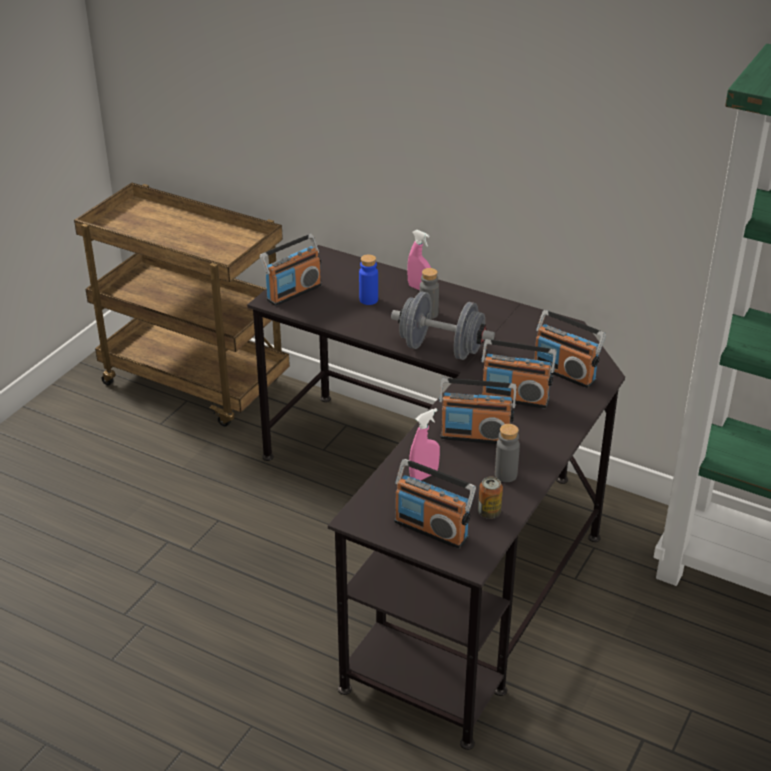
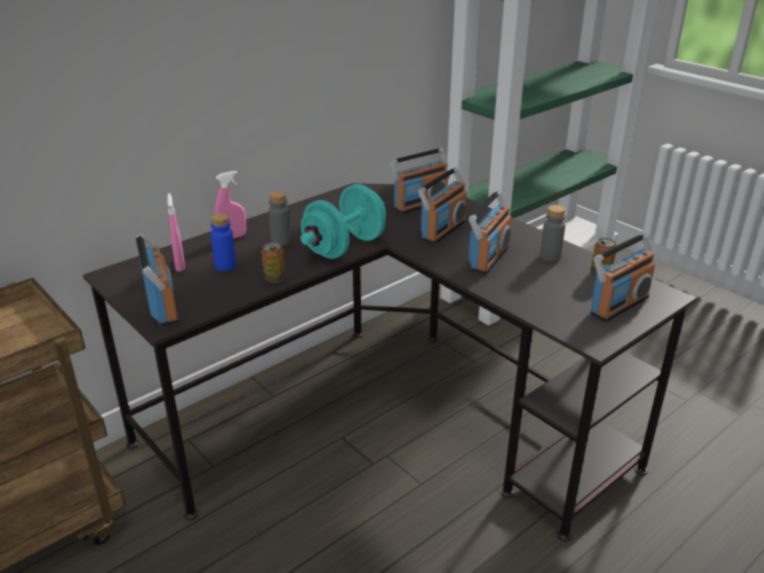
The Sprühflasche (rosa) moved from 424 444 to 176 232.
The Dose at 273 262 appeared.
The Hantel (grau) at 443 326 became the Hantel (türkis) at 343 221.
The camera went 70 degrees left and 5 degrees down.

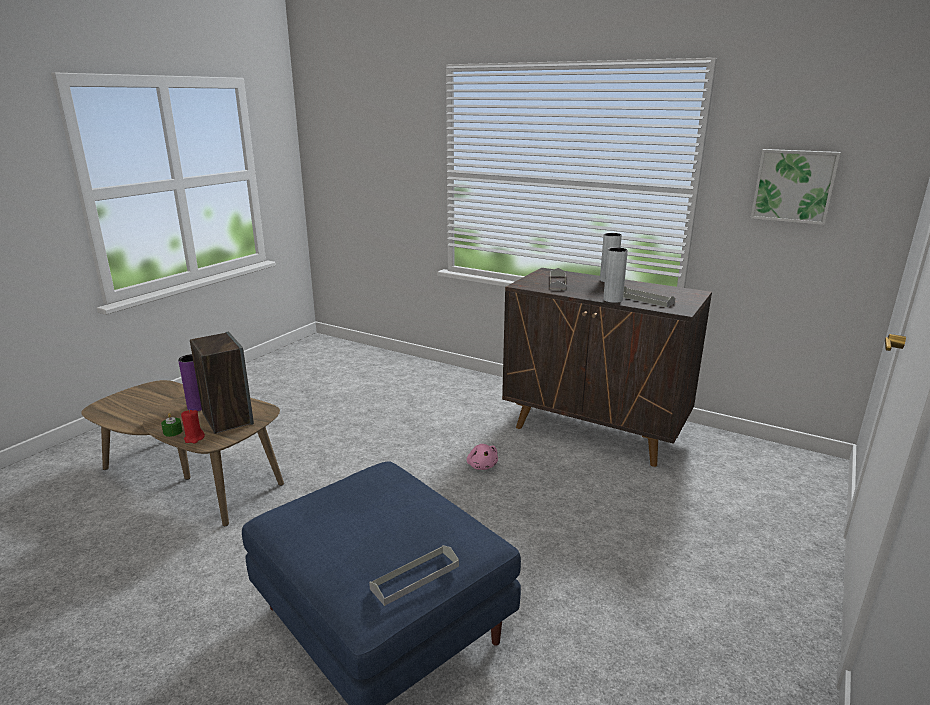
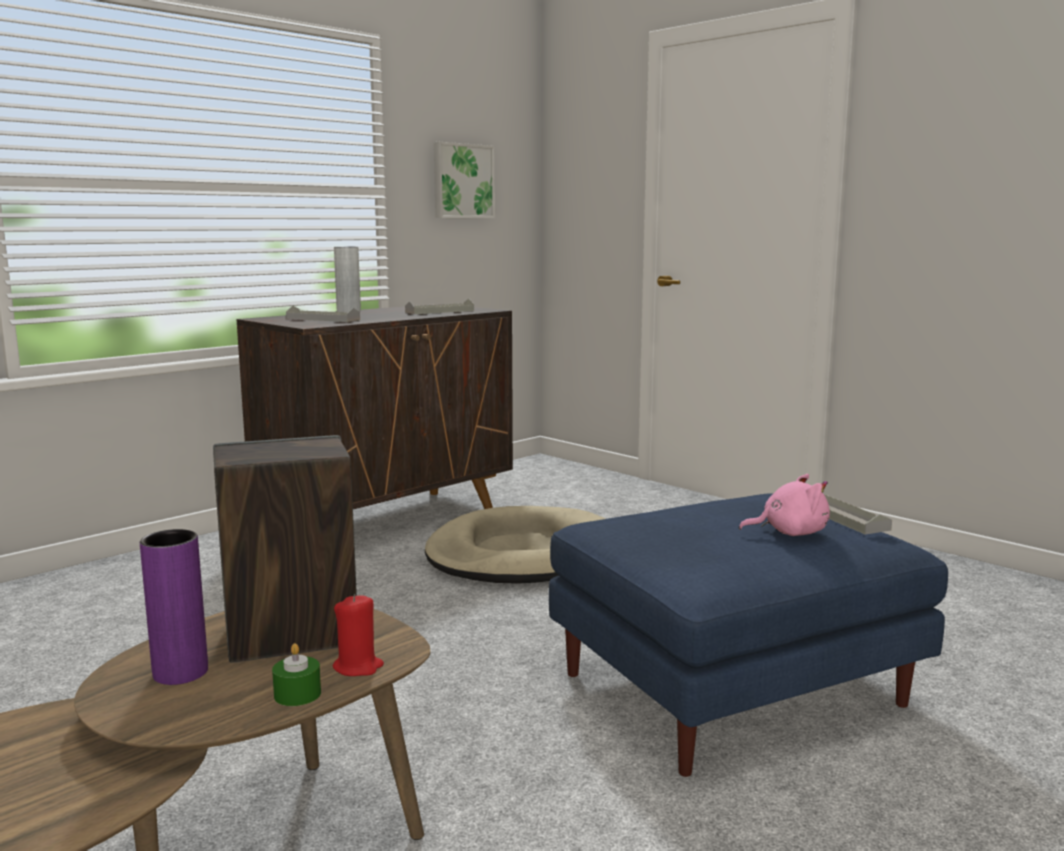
The Hundebett (beige) at 515 545 appeared.
The Plüschtier (rosa) moved from 482 457 to 784 505.
The Vase (grau) at 615 275 disappeared.
The camera went 75 degrees left and 10 degrees down.

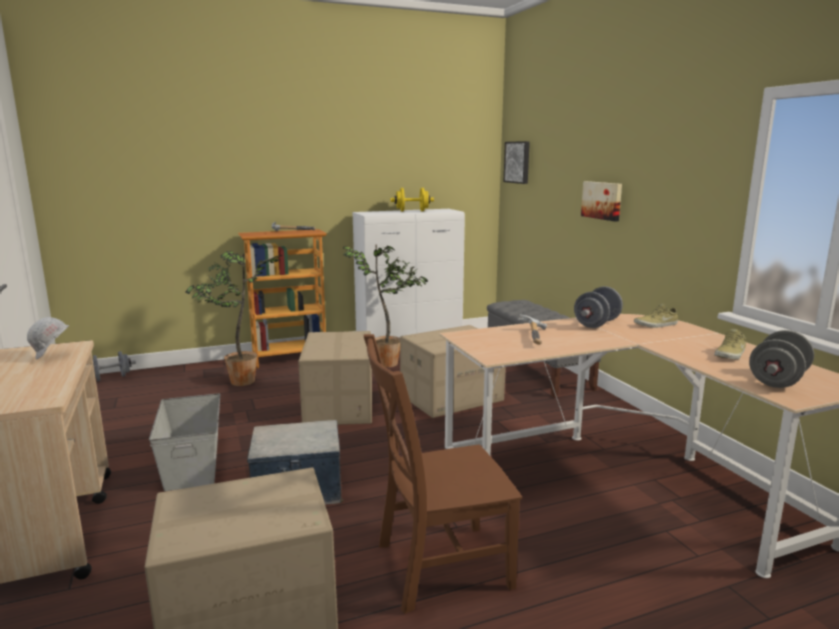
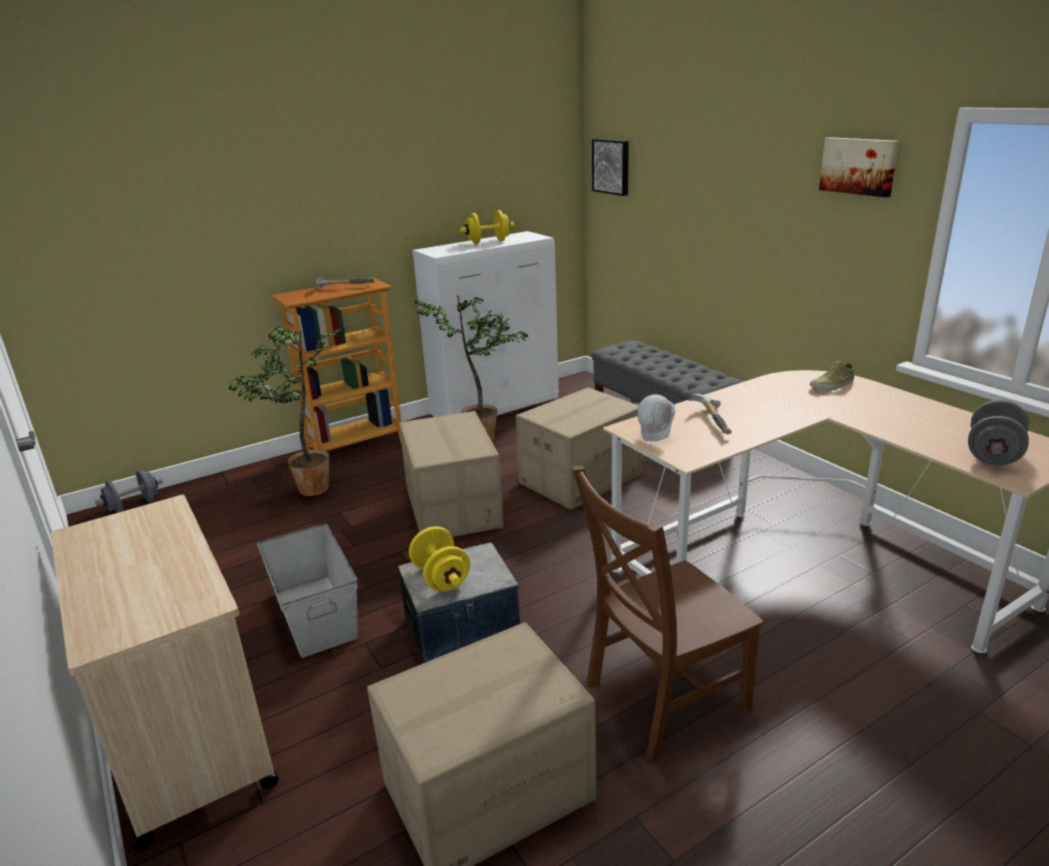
The Hantel (gelb) at 439 558 appeared.
The Schutzhelm (weiß) moved from 48 338 to 656 417.
The Bild moved from 601 201 to 859 167.
The Hantel (grau) at 598 307 disappeared.
The Schuh (beige) at 730 344 disappeared.
The camera went 10 degrees left and 10 degrees up.

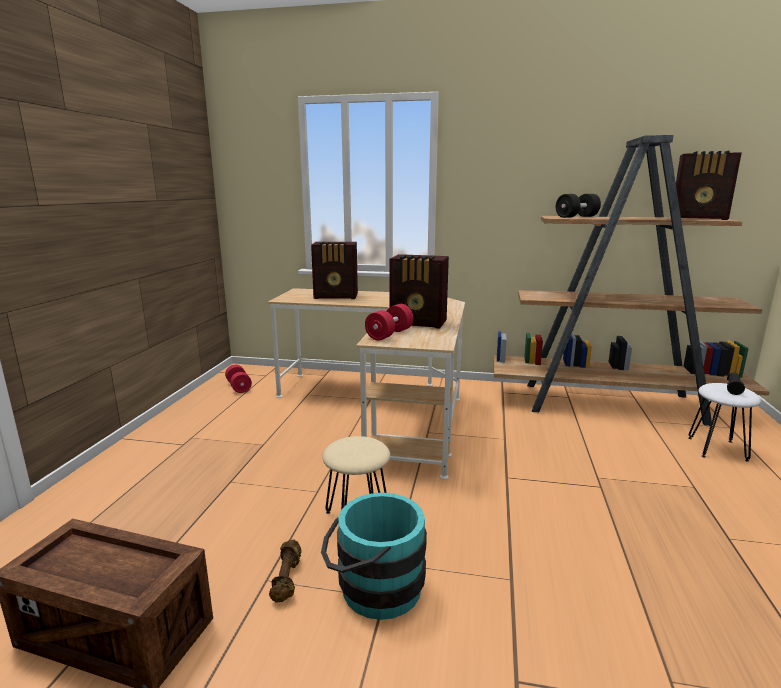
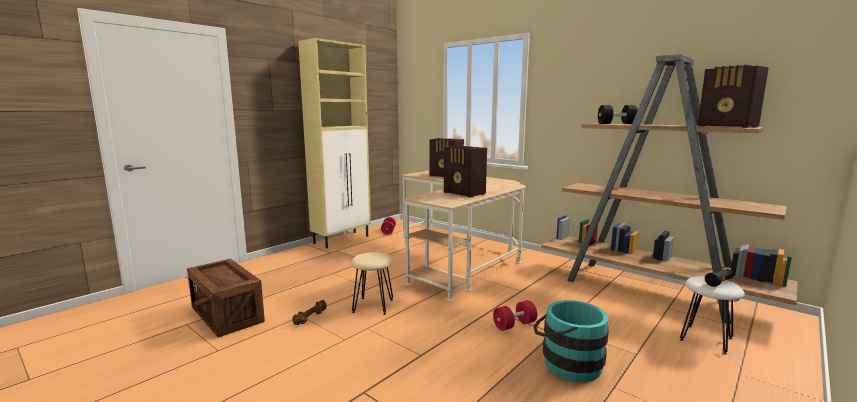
The Schrank (beige) at 334 143 appeared.
The Hantel (rot) moved from 389 322 to 515 315.
The Eimer (türkis) moved from 374 556 to 571 341.
The camera went 30 degrees right and 5 degrees down.

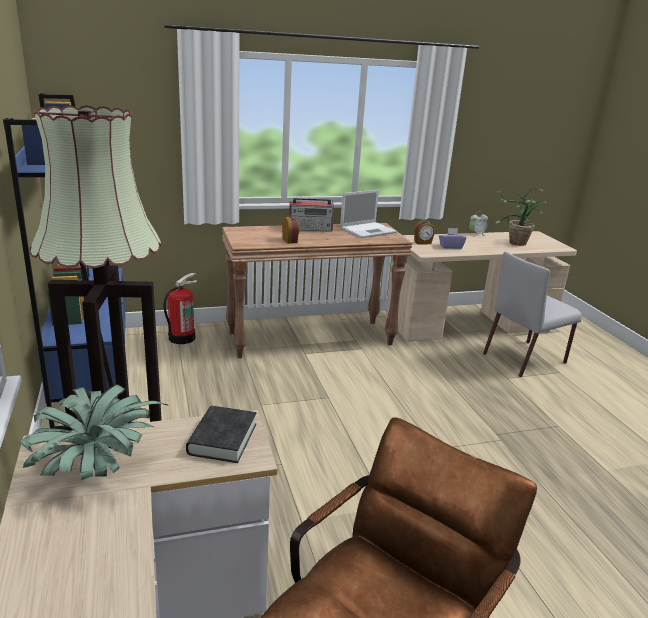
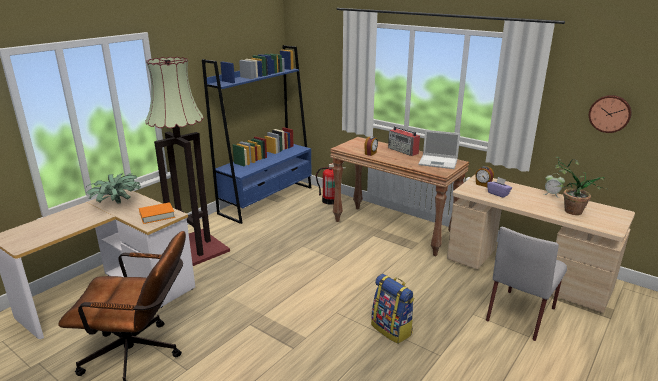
The Buch (schwarz) at 221 434 became the Buch (orange) at 157 213.
The Rucksack at 392 309 appeared.
The Stuhl (grau) at 532 314 turned 75 degrees counterclockwise.
The Wanduhr at 610 114 appeared.
The camera went 55 degrees right and 0 degrees up.

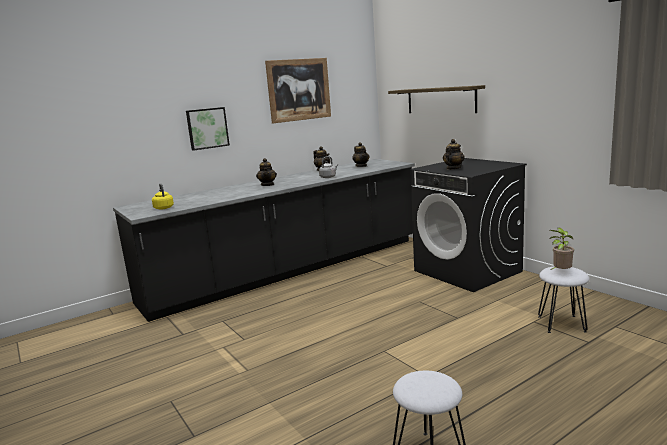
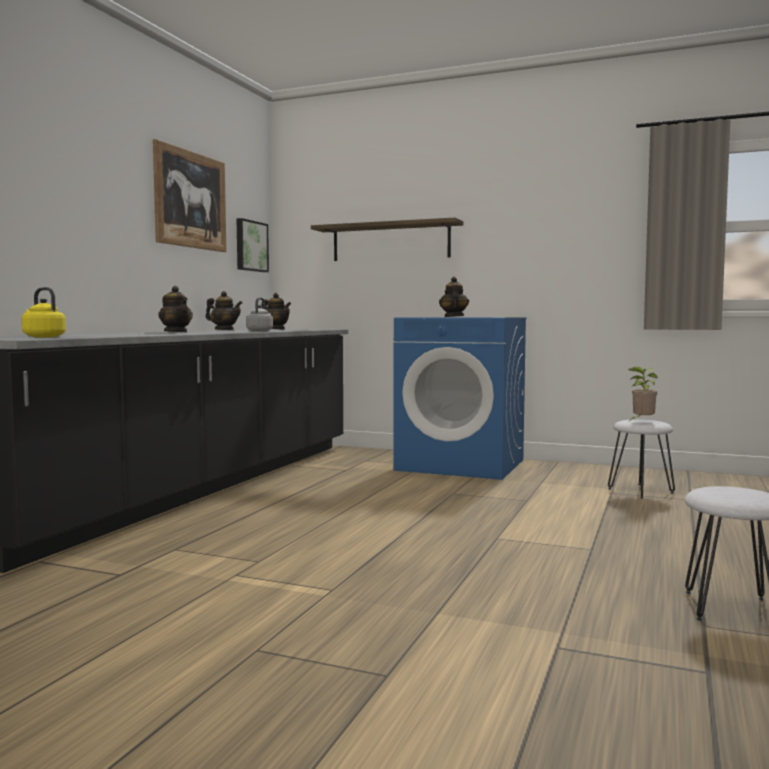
The Bild moved from 208 129 to 253 245.
The Waschmaschine (schwarz) at 468 225 became the Waschmaschine (blau) at 459 398.
The camera went 35 degrees left and 10 degrees down.

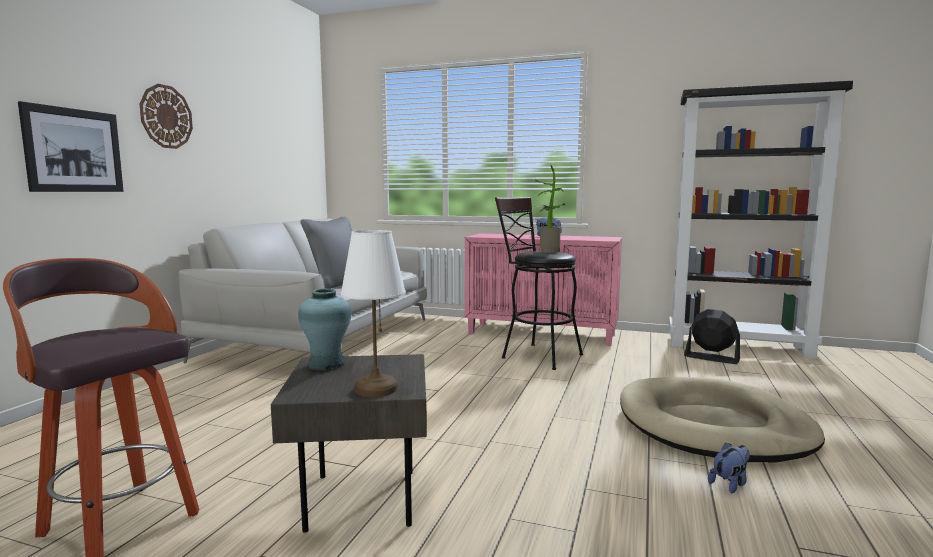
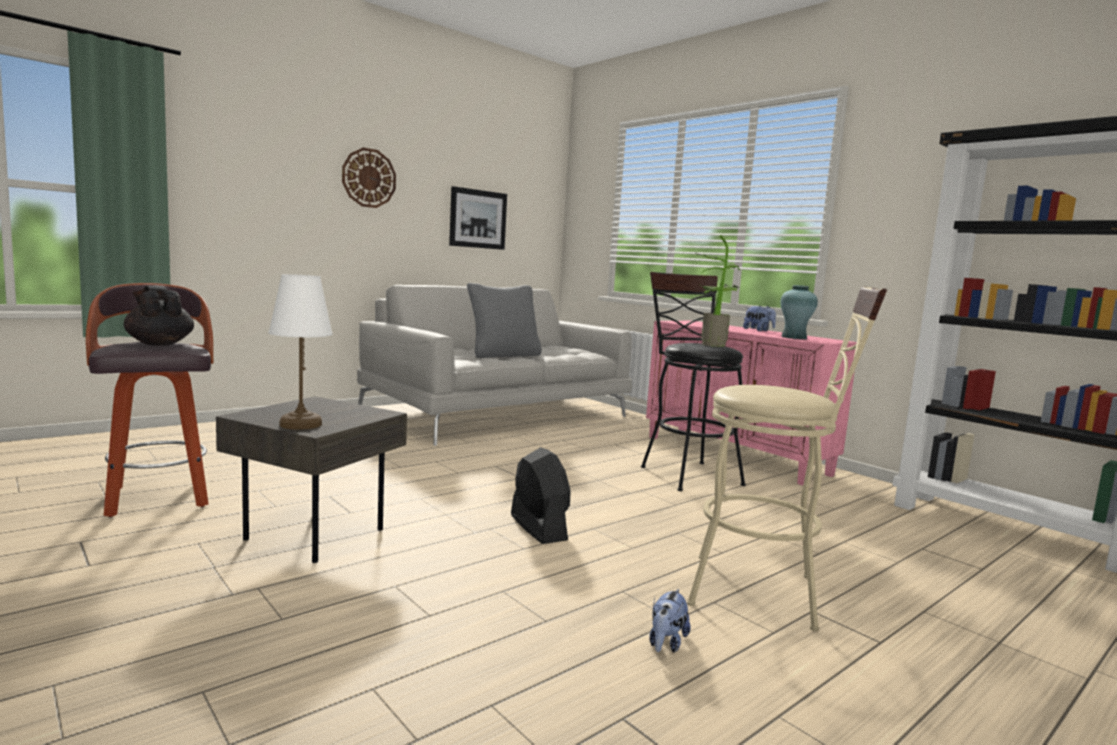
The Teekanne (schwarz) at 159 316 appeared.
The Bild moved from 71 146 to 478 218.
The Ventilator (schwarz) moved from 712 336 to 541 495.
The Plüschtier at 728 467 turned 120 degrees clockwise.
The Hundebett (beige) at 722 419 was replaced by the Hocker (beige) at 787 459.
The Vase (türkis) moved from 324 329 to 799 312.
The camera went 30 degrees right and 0 degrees up.

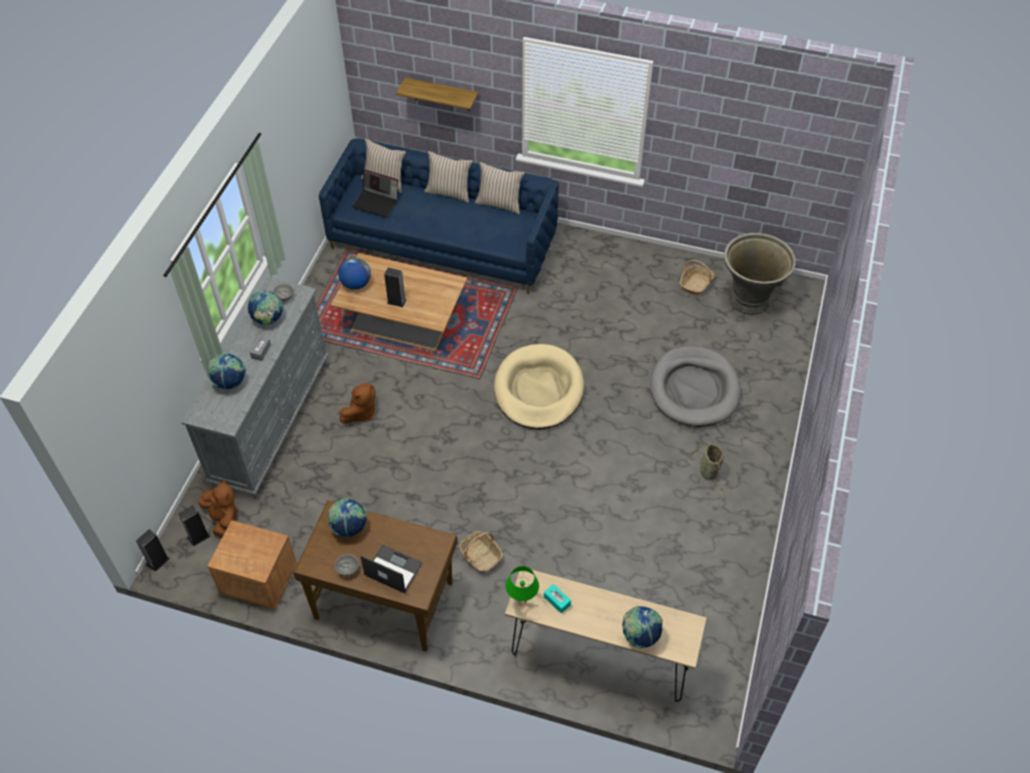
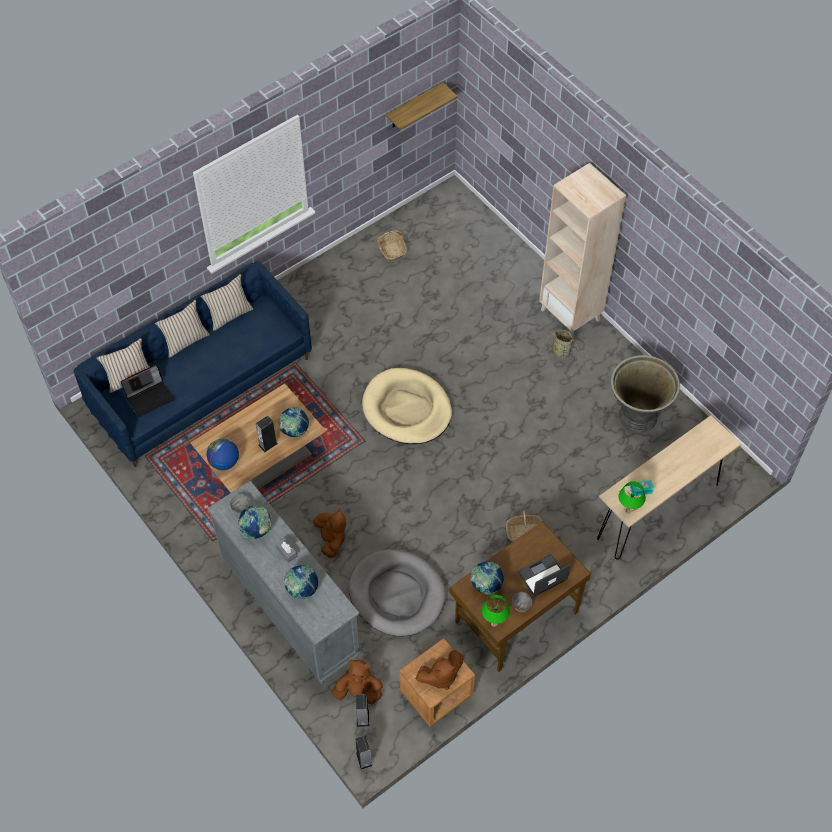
The Globus moved from 642 627 to 293 422.
The Hundebett (grau) moved from 695 386 to 397 592.
The Wandregal moved from 437 94 to 421 106.
The Plüschtier (braun) at 440 670 appeared.
The Tischlampe (grün) at 496 611 appeared.
The Bücherregal (beige) at 582 250 appeared.
The Pflanzkübel (grau) moved from 760 274 to 645 393.
The camera went 55 degrees left and 5 degrees up.

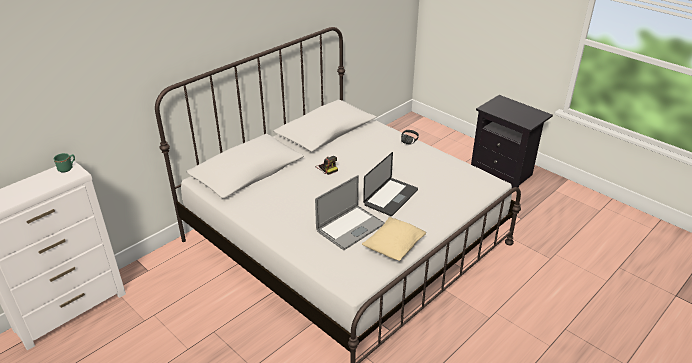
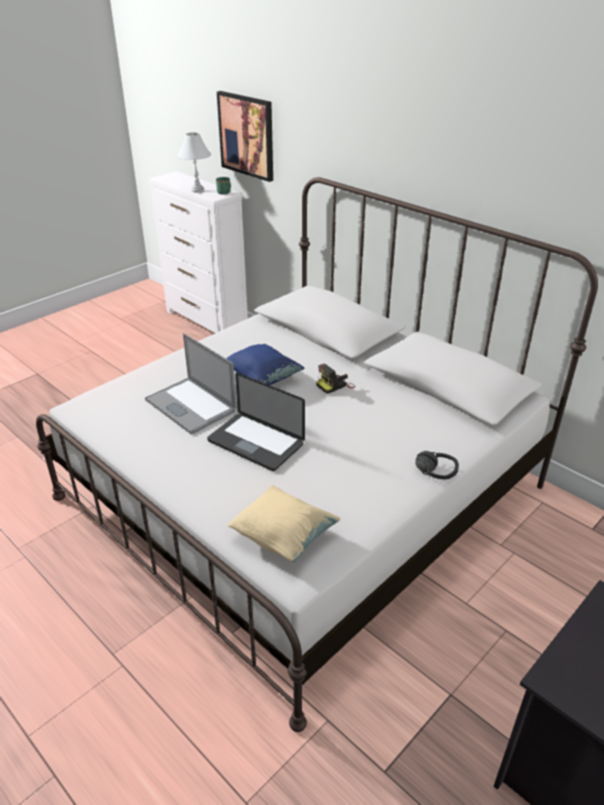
The Tischlampe (weiß) at 194 162 appeared.
The Bild at 245 136 appeared.
The Kissen (blau) at 265 364 appeared.
The Kissen (beige) moved from 394 239 to 284 523.
The camera went 90 degrees right and 0 degrees up.

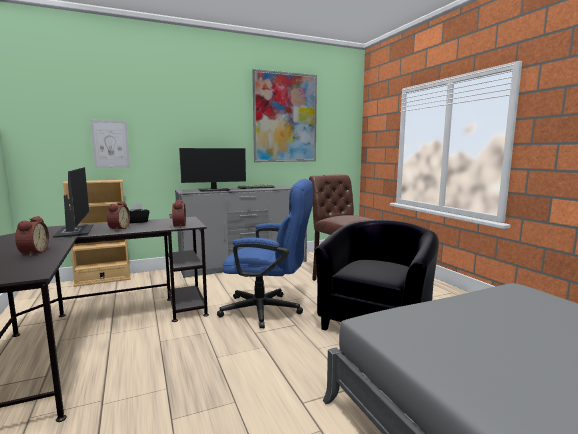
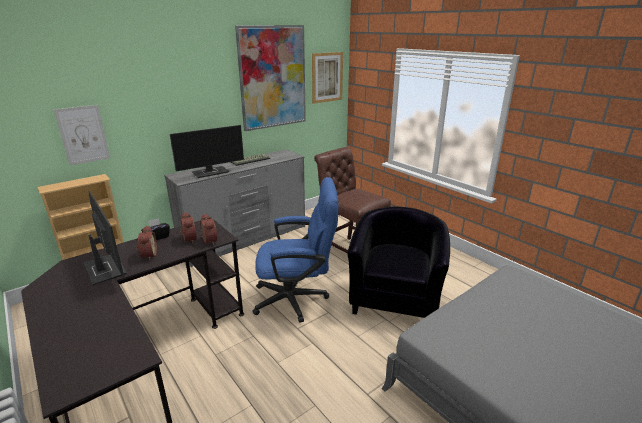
The Wecker moved from 32 236 to 188 227.
The Bild at 327 78 appeared.
The camera went 15 degrees left and 15 degrees up.

